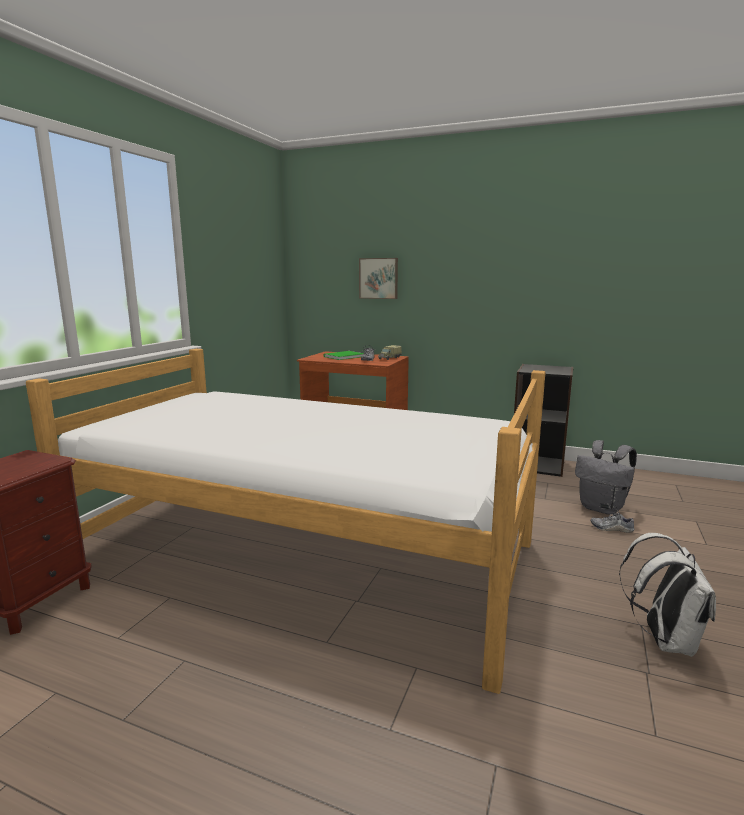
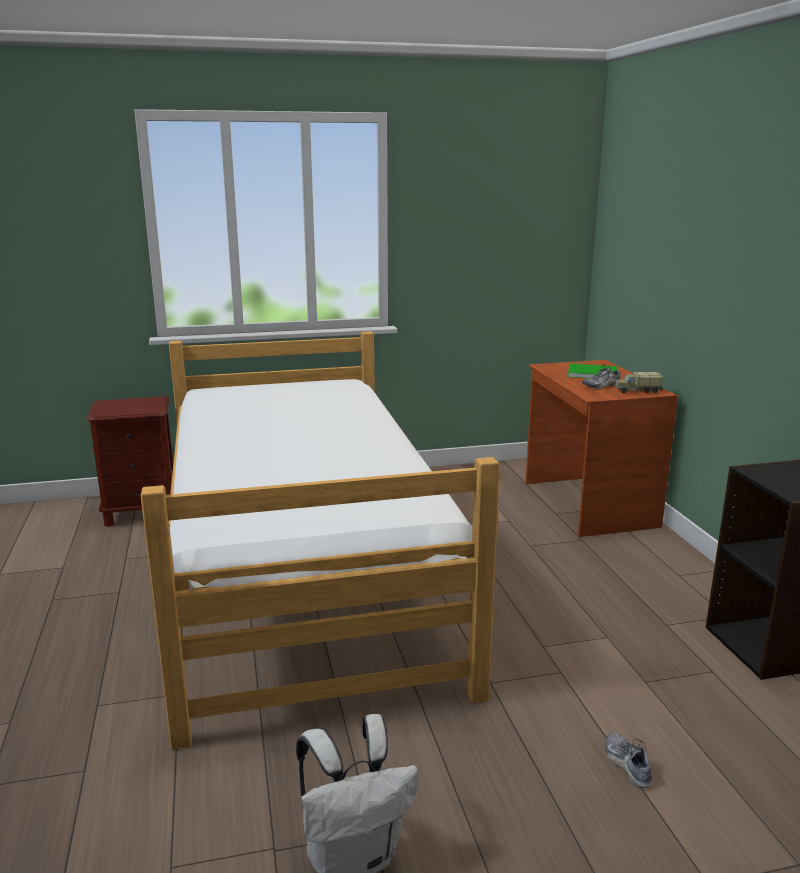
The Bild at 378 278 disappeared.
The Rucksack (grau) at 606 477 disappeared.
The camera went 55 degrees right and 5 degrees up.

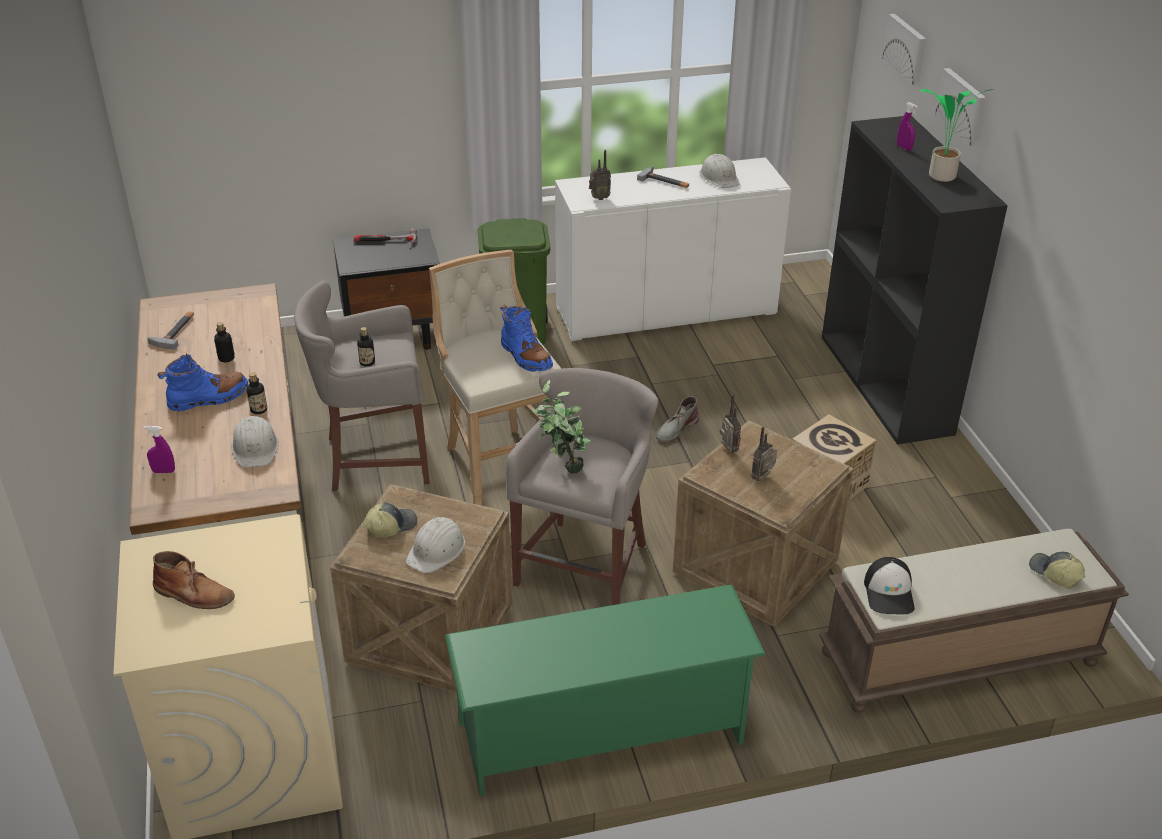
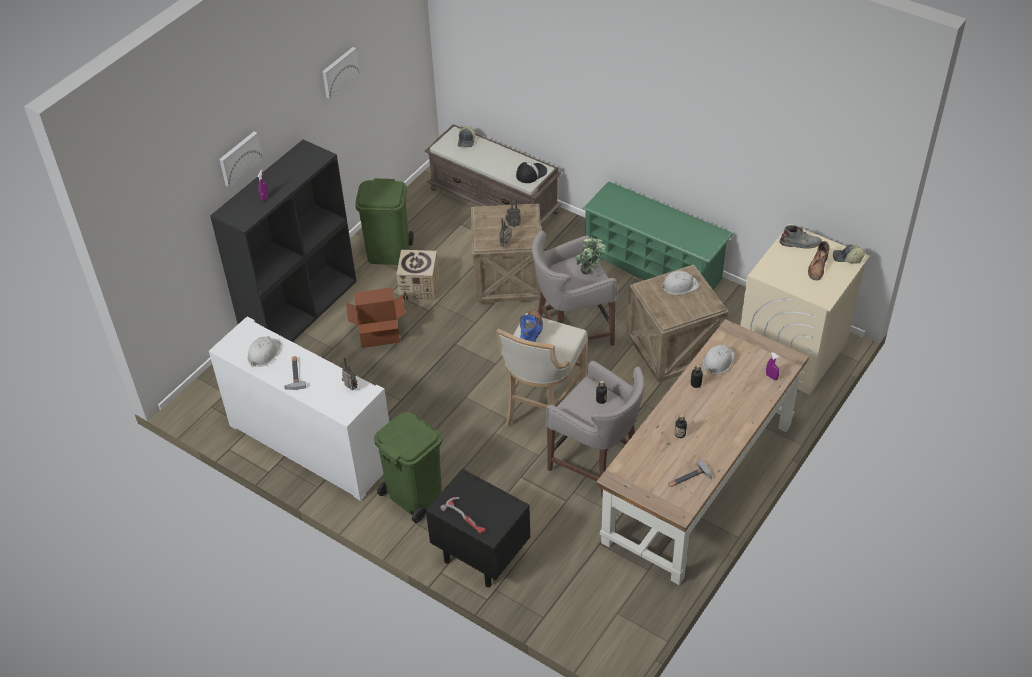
The Bild moved from 904 49 to 341 73.
The Karton at 375 318 appeared.
The Mülleimer (grün) at 384 221 appeared.
The Stiefel (grau) moved from 677 419 to 801 236.
The Stiefel (braun) at 194 580 turned 135 degrees counterclockwise.
The Kappe moved from 390 520 to 849 254.
The Stiefel (blau) at 202 382 disappeared.
The Topfpflanze at 956 135 disappeared.
The camera went 130 degrees left and 10 degrees up.

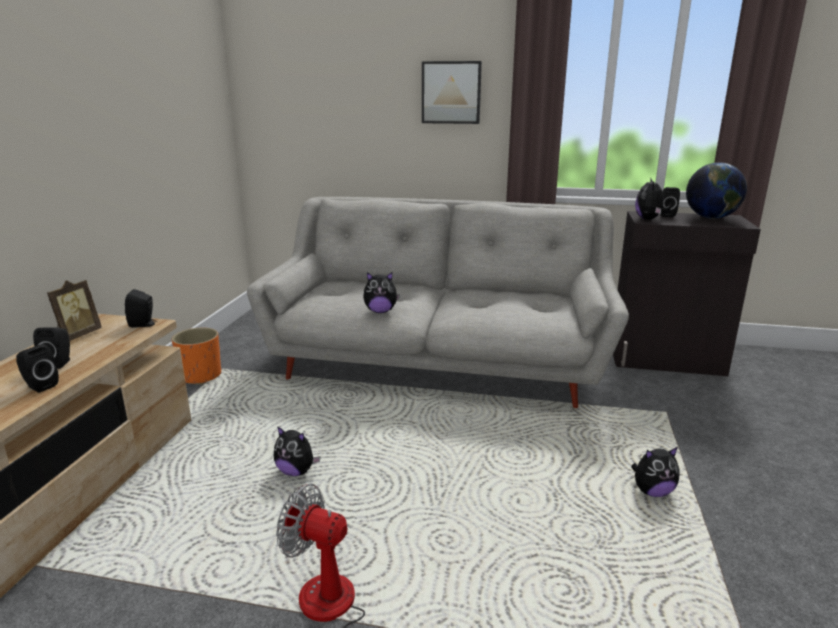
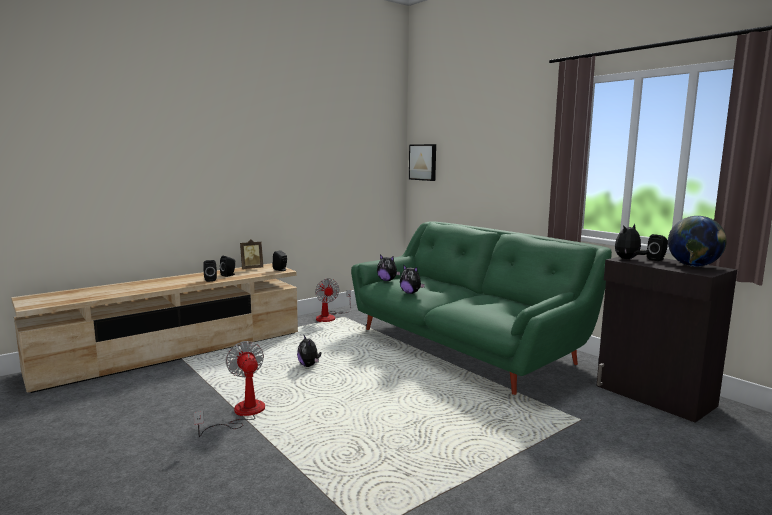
The Pflanzkübel (orange) at 196 356 was replaced by the Ventilator at 333 300.
The Sofa (grau) at 438 302 became the Sofa (grün) at 481 308.
The Plüschtier moved from 655 472 to 388 268.
The Bild moved from 452 92 to 422 162.
The camera went 40 degrees right and 10 degrees down.

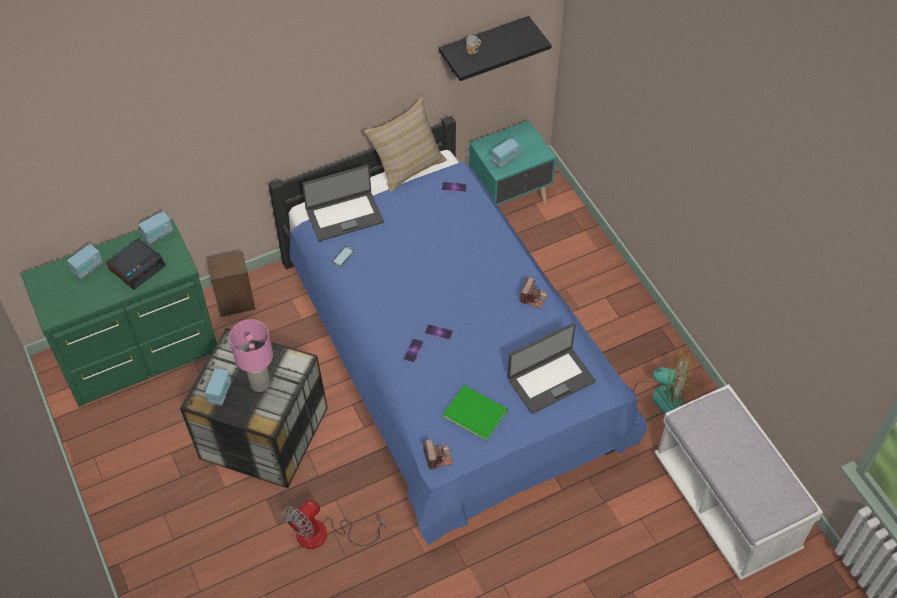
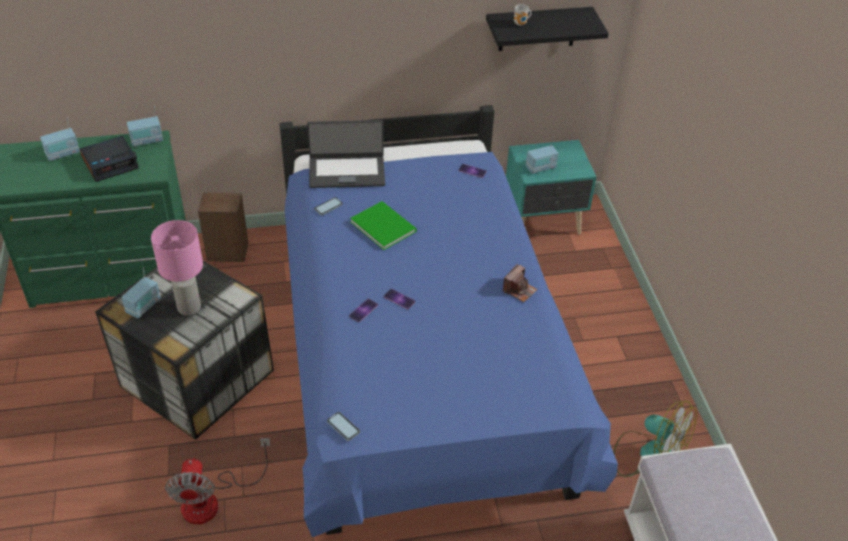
The Ventilator at 334 524 turned 60 degrees counterclockwise.
The Kamera at 437 454 was replaced by the Handy at 343 426.
The Buch (grün) moved from 475 413 to 383 225.
The Kissen (beige) at 405 144 disappeared.
The Laptop at 552 368 disappeared.
The camera went 15 degrees right and 10 degrees down.

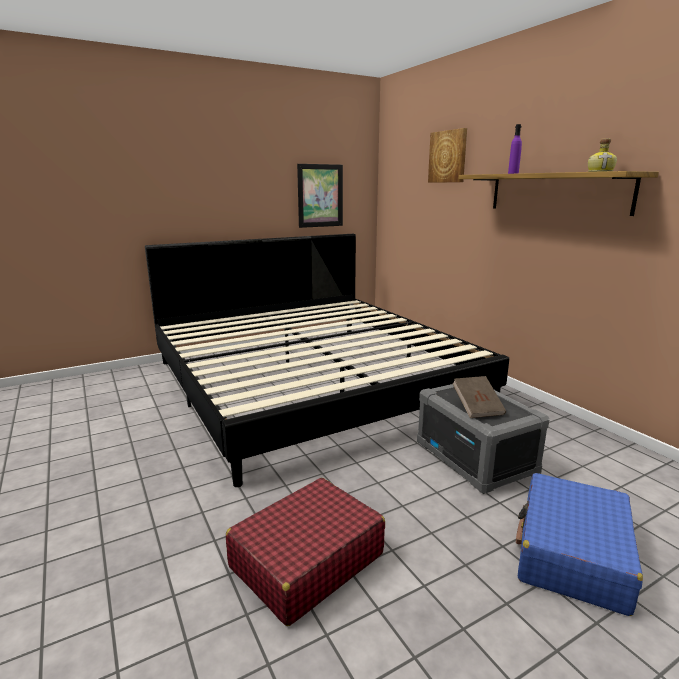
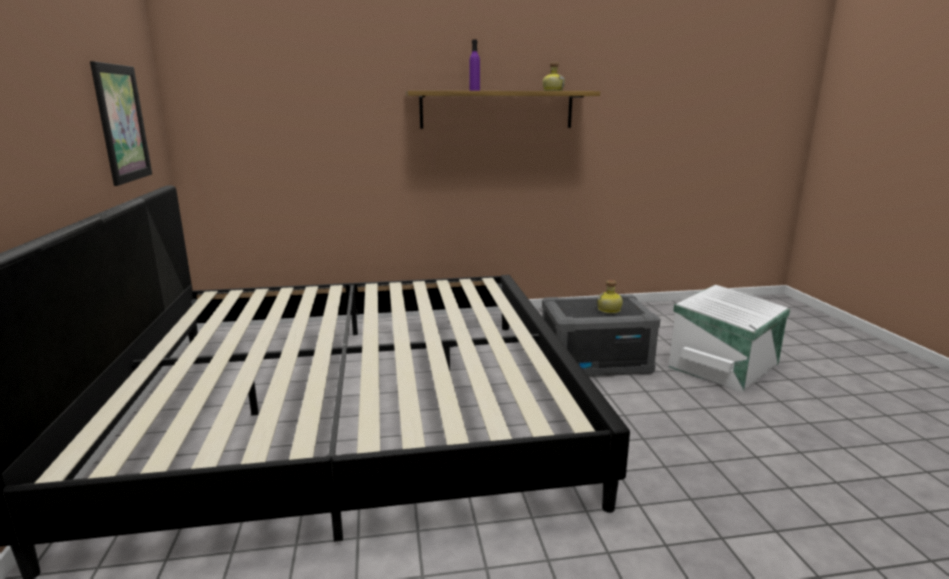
The Buch (braun) at 479 397 was replaced by the Flasche at 610 296.
The Koffer (blau) at 579 544 was replaced by the Aufbewahrungsbox (weiß) at 729 339.
The Koffer (rot) at 305 552 disappeared.
The Bild at 447 155 disappeared.
The camera went 70 degrees left and 0 degrees up.

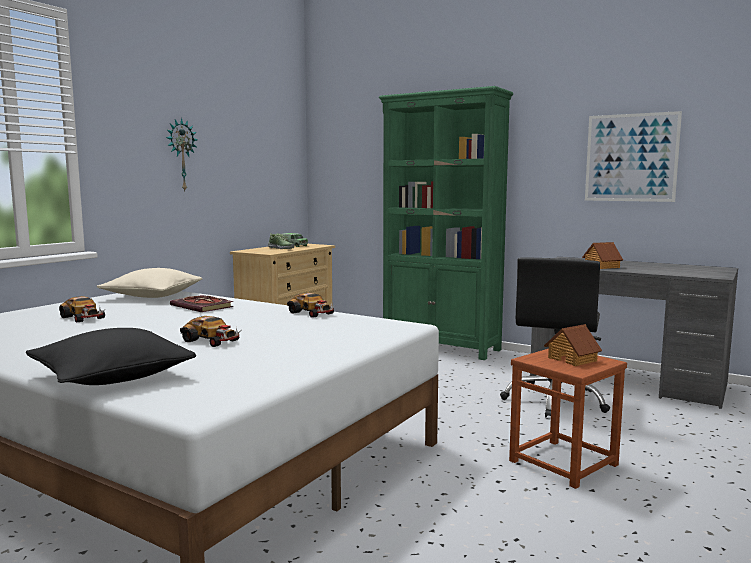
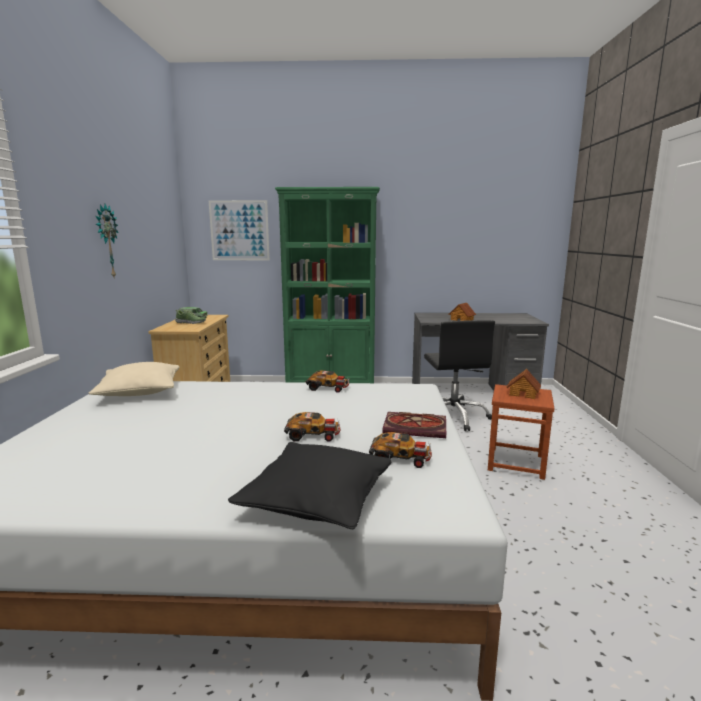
The Bild moved from 633 156 to 239 230.
The Spielzeugauto moved from 82 309 to 400 450.
The Buch moved from 201 303 to 414 425.
The camera went 30 degrees left and 5 degrees up.

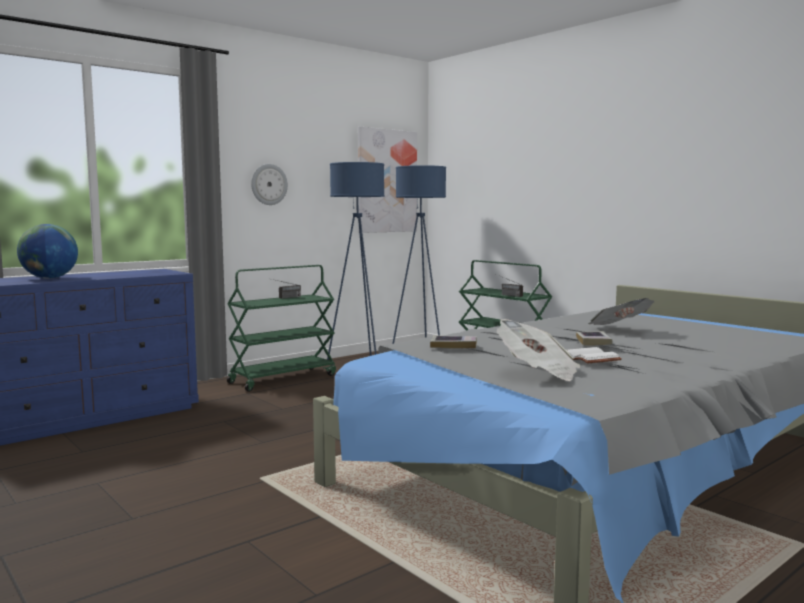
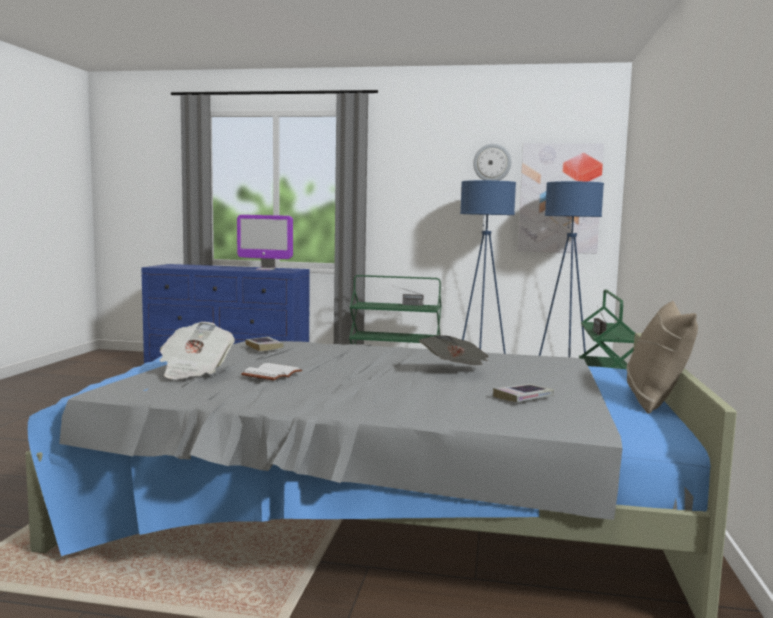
The Monitor at 265 242 appeared.
The Wanduhr moved from 269 184 to 492 162.
The Buch moved from 594 338 to 523 393.
The Kissen (beige) at 662 357 appeared.
The Globus at 47 251 disappeared.
The camera went 50 degrees right and 0 degrees up.

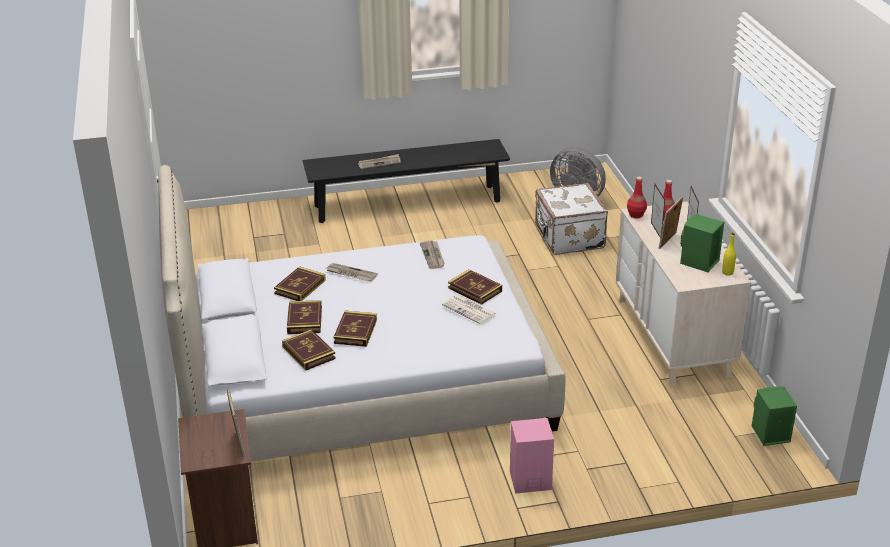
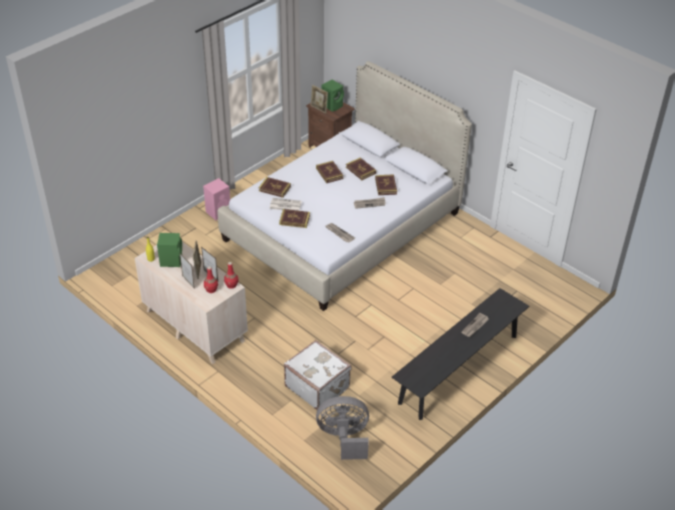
The Buch moved from 309 350 to 275 187.
The Lautsprecher (grün) moved from 774 416 to 332 96.
The camera went 145 degrees right and 10 degrees up.

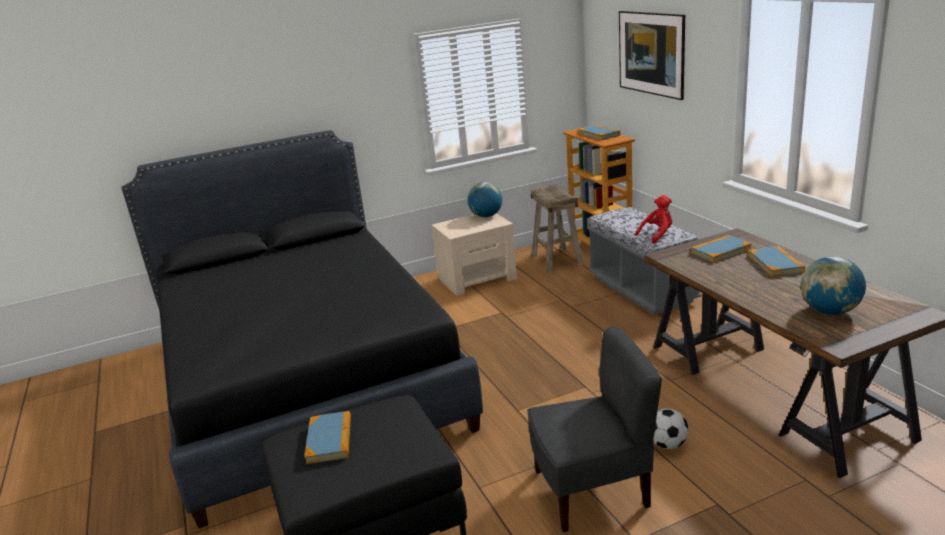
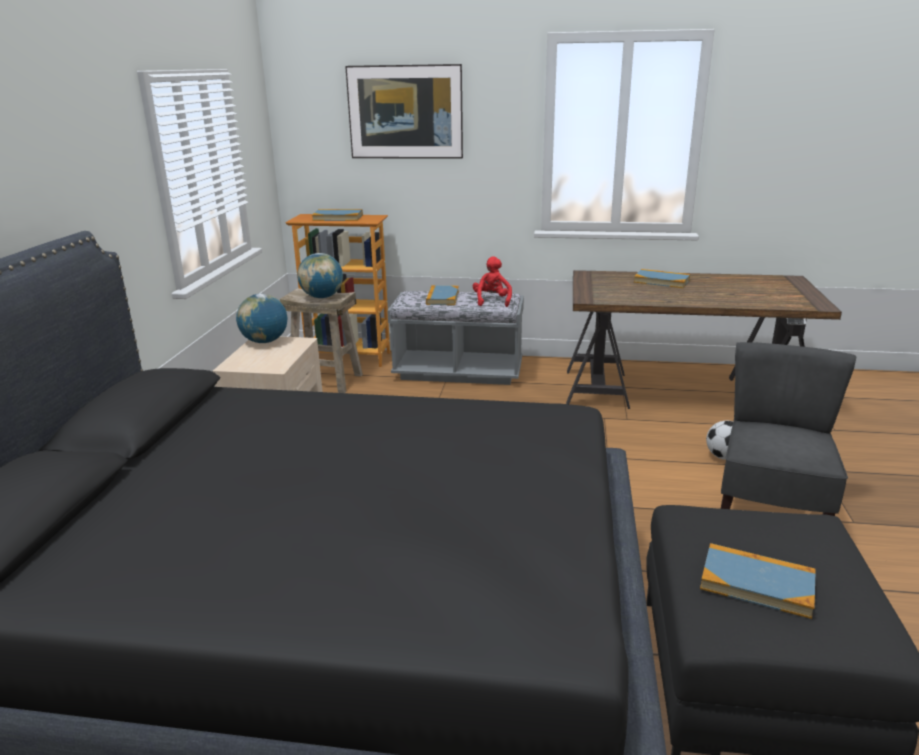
The Globus moved from 833 285 to 320 275.
The Buch moved from 721 249 to 442 295.
The camera went 60 degrees left and 0 degrees up.

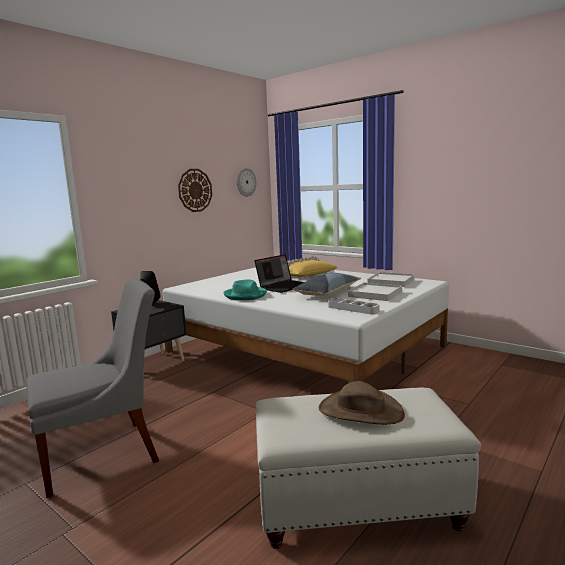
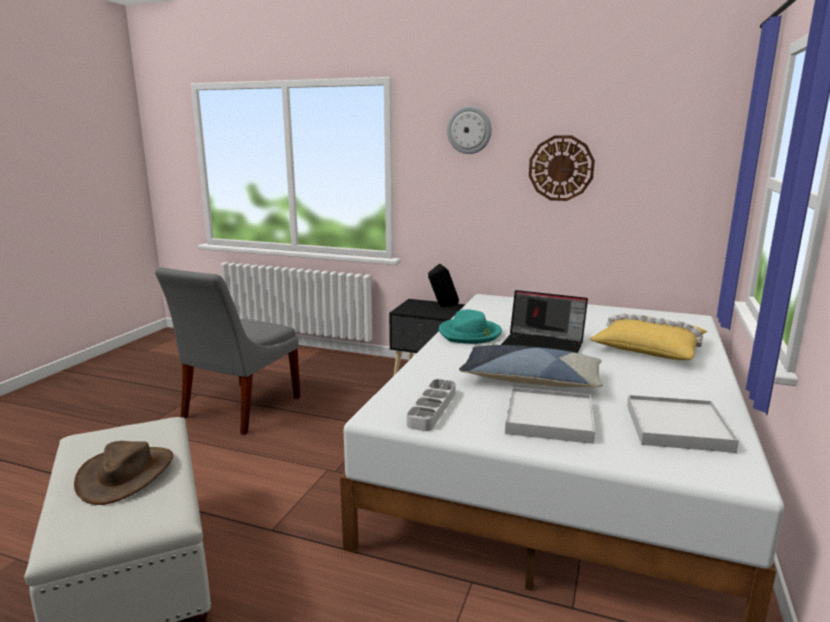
The Stuhl (grau) at 92 388 turned 75 degrees clockwise.
The Wanduhr moved from 247 182 to 469 130.
The camera went 70 degrees right and 5 degrees up.

